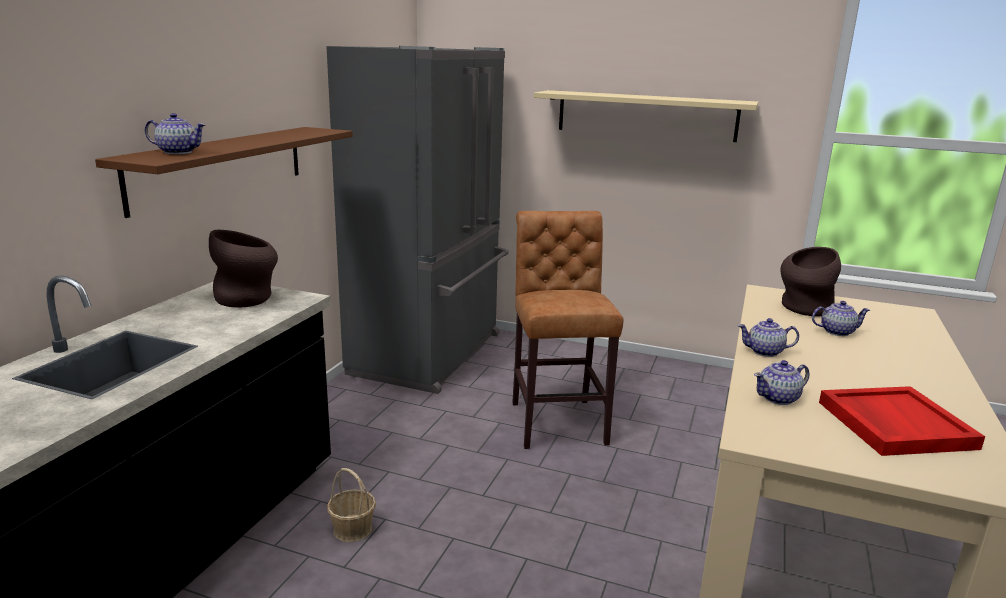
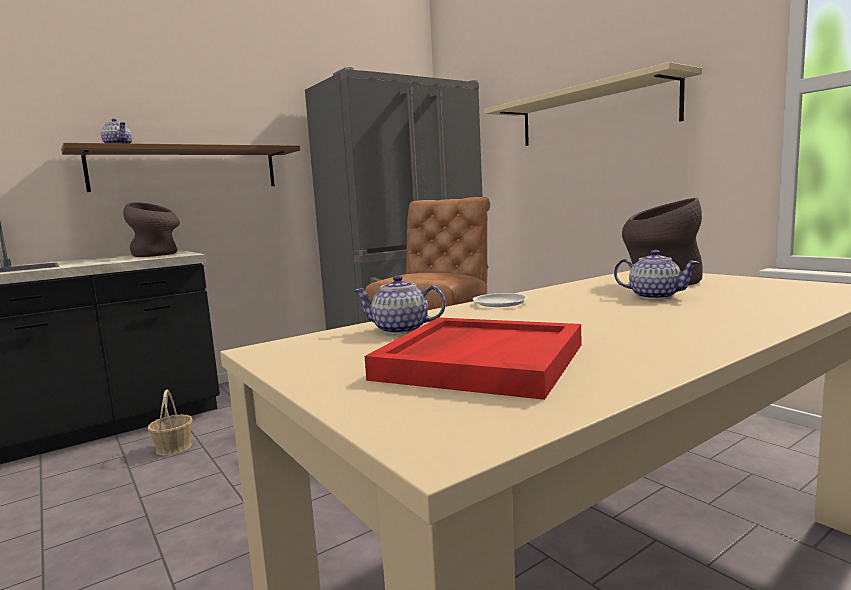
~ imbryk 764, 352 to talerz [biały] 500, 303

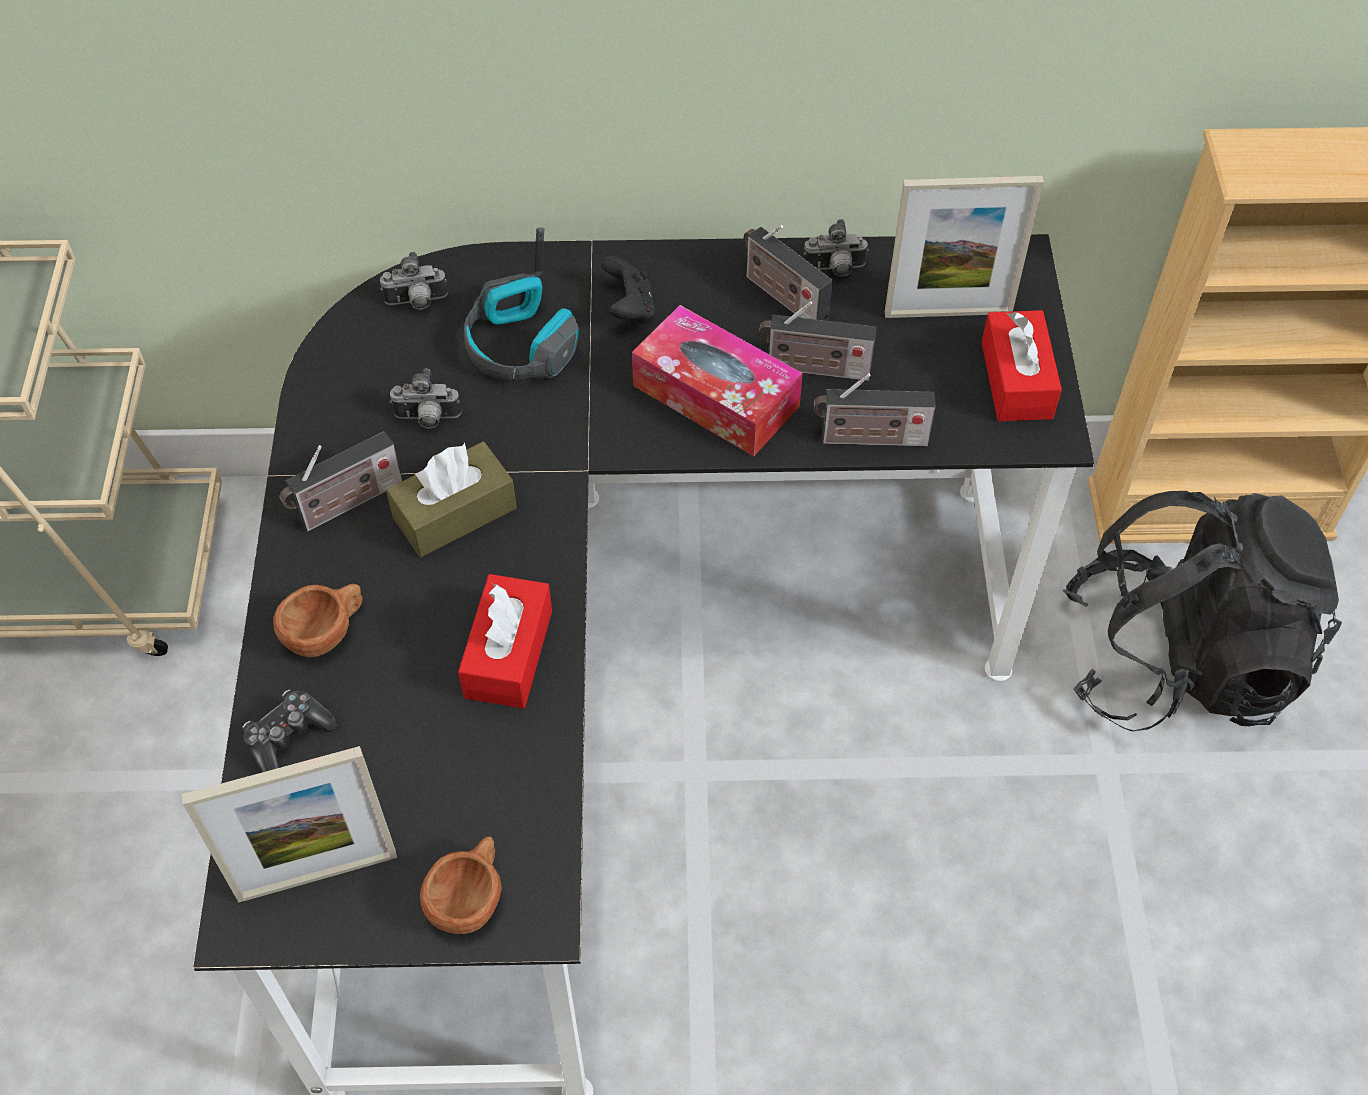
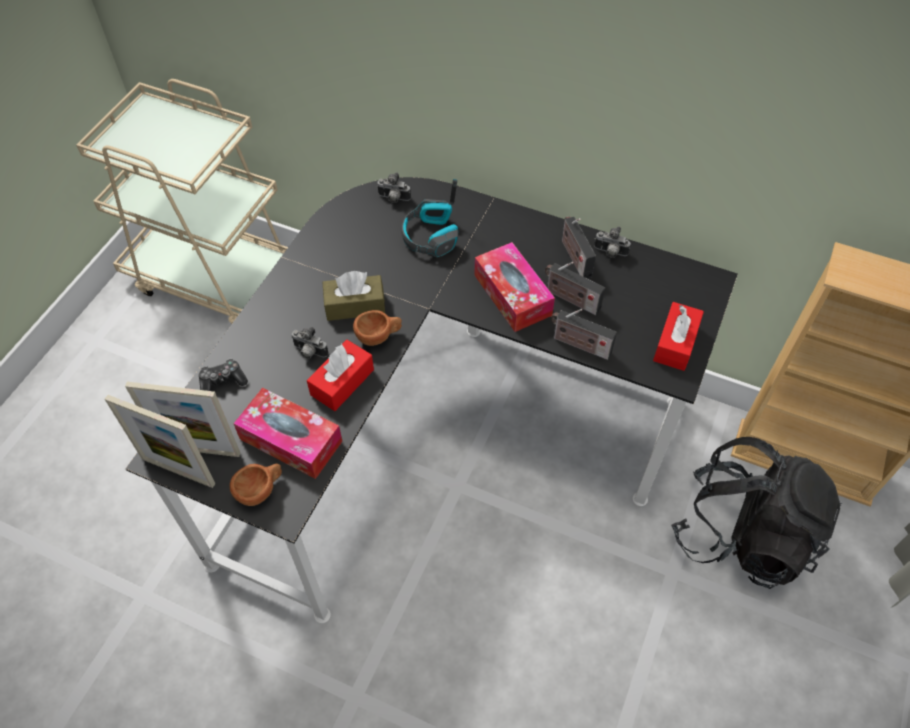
~ ramka na zdjęcie 948, 312 to 178, 471
+ pudełko chusteczek 291, 440
~ aparat fotograficzny 427, 419 to 309, 352
~ filiżanka [brązowy] 327, 632 to 379, 336
- radio 346, 504
- pad do gier [czarny] 629, 308

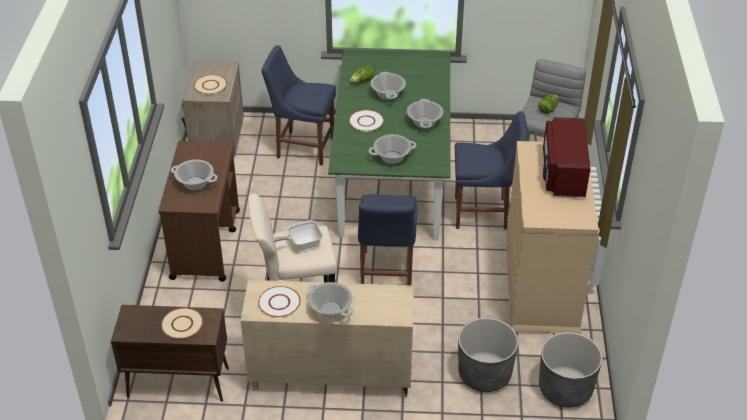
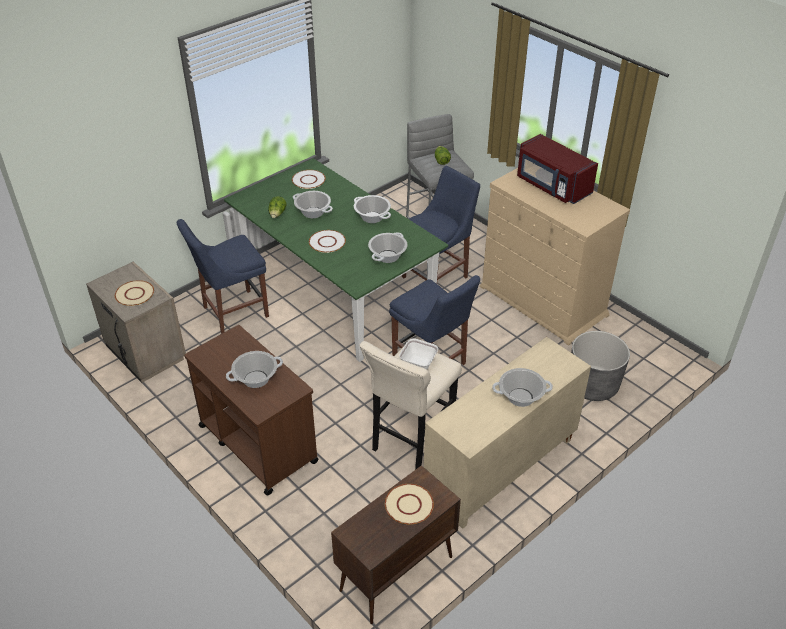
~ talerz [biały] 279, 302 to 308, 180
- donica [szary] 565, 389

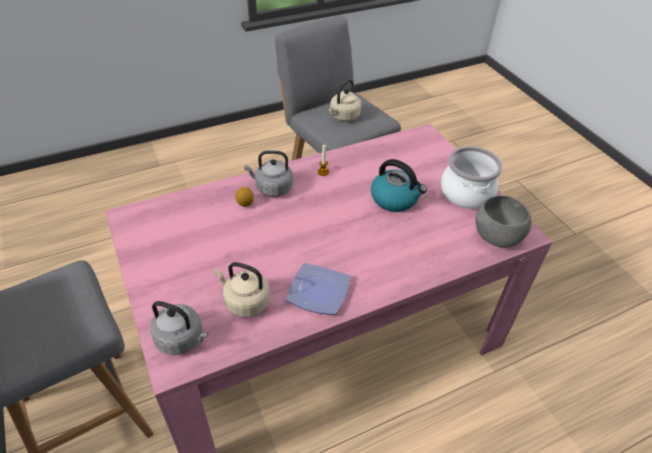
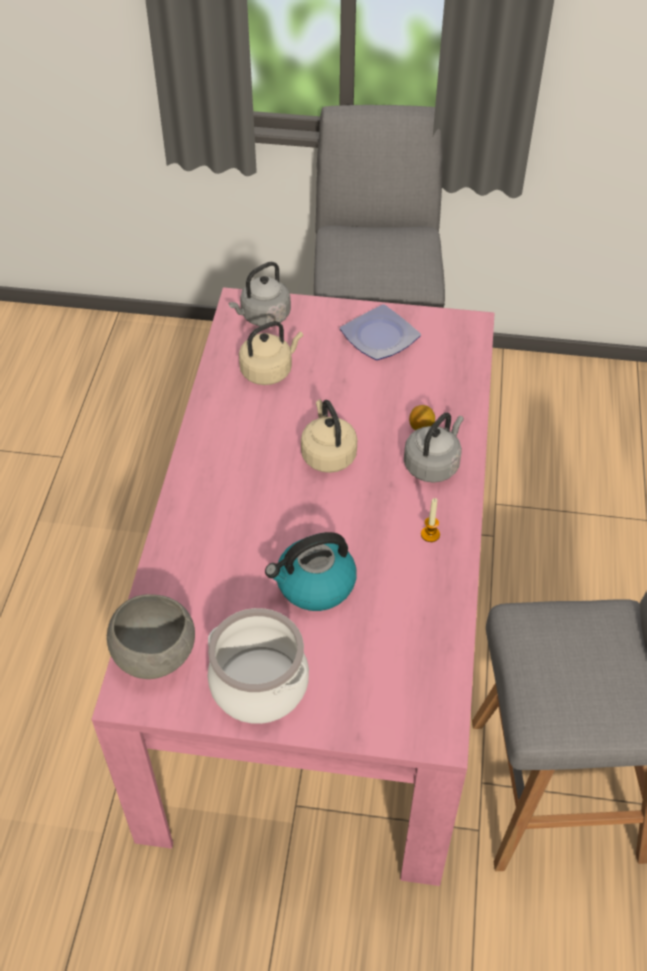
~ czajnik [beżowy] 343, 117 to 327, 454
~ talerz 317, 292 to 380, 336

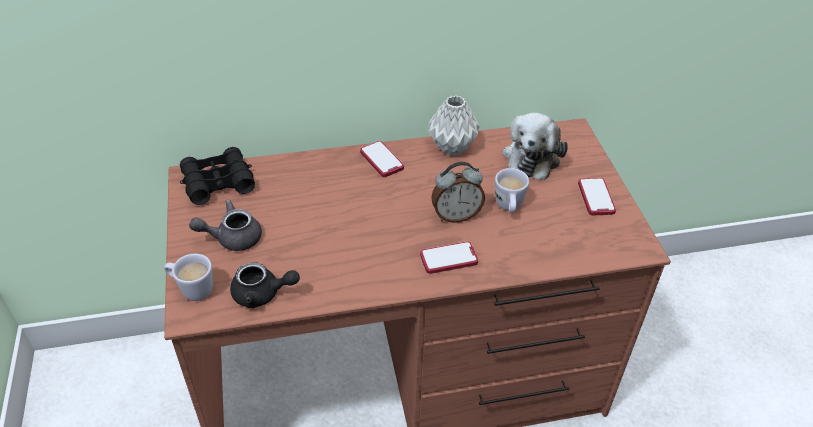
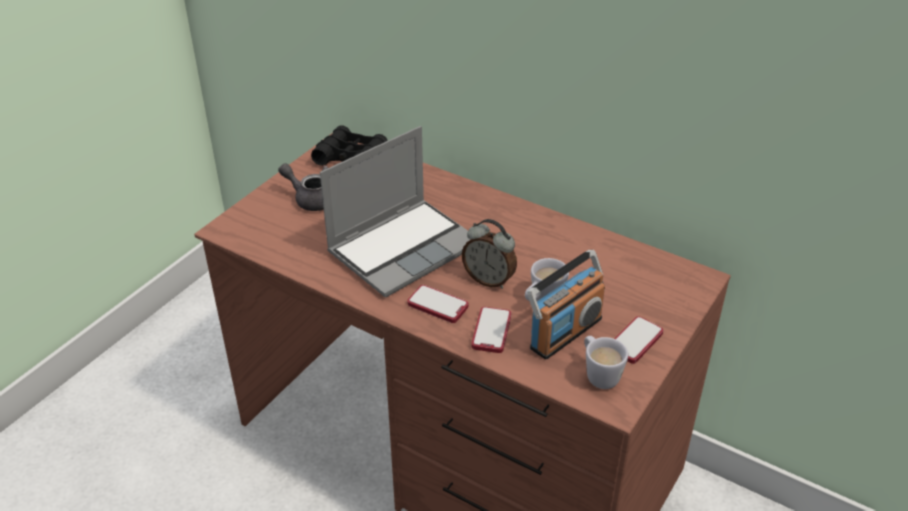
+ laptop 404, 248
~ telefon 381, 160 to 491, 331
+ radio 565, 332
~ kubek [biały] 192, 289 to 599, 374
- imbryk [czarny] 262, 294
- wazon [szary] 452, 147
- pluszak 532, 156

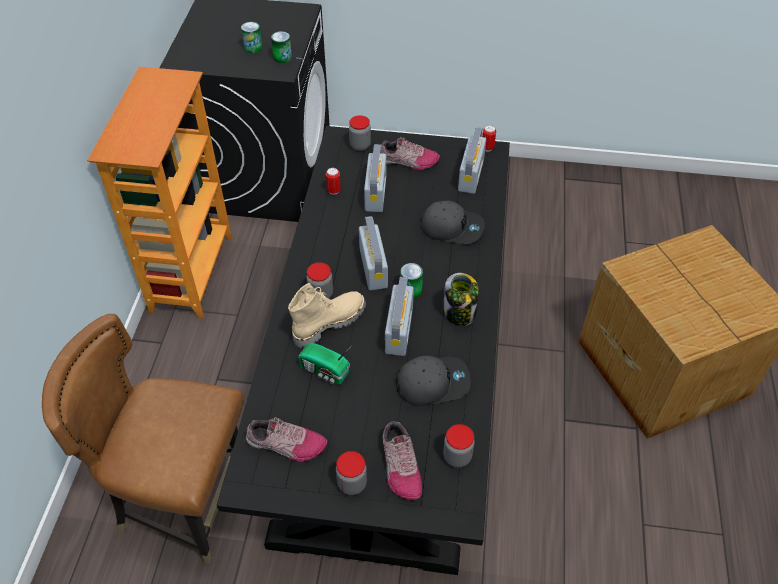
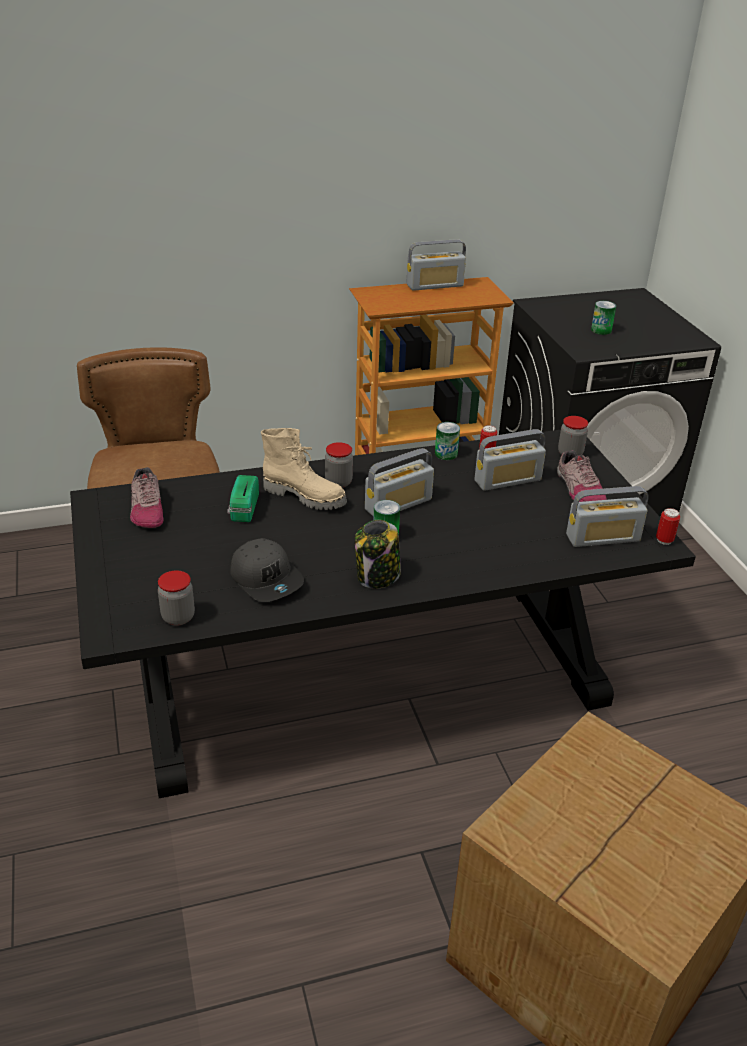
~ radio 399, 330 to 435, 285
~ puszka 282, 57 to 446, 454
- słoik 352, 484
- but 400, 466
- czapka z daszkiem [szary] 452, 227

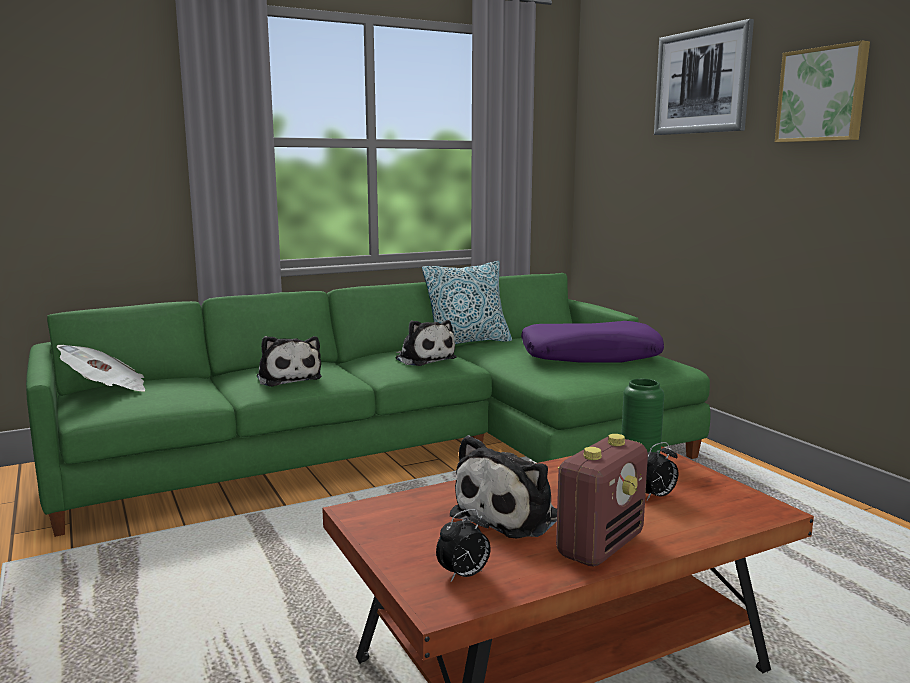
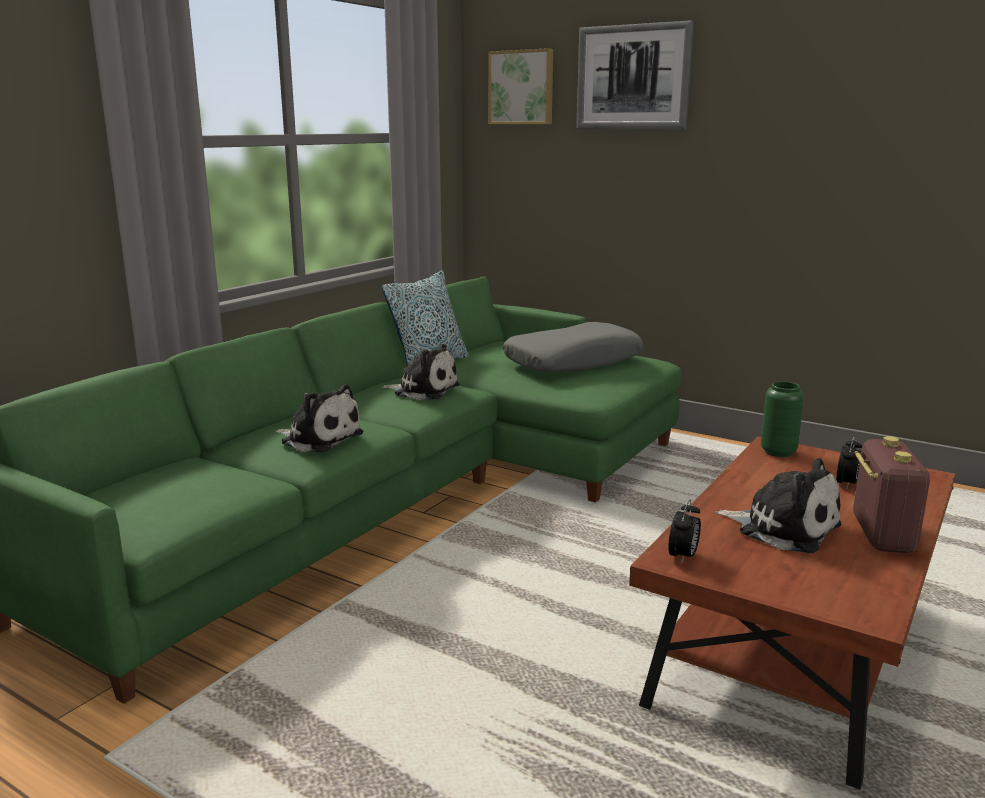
~ obraz 823, 95 to 522, 87
~ poduszka [fioletowy] 590, 356 to poduszka [szary] 573, 362
~ budzik 464, 575 to 683, 557
~ pluszak 511, 515 = 783, 528 60 degrees counterclockwise
- gazeta 107, 389

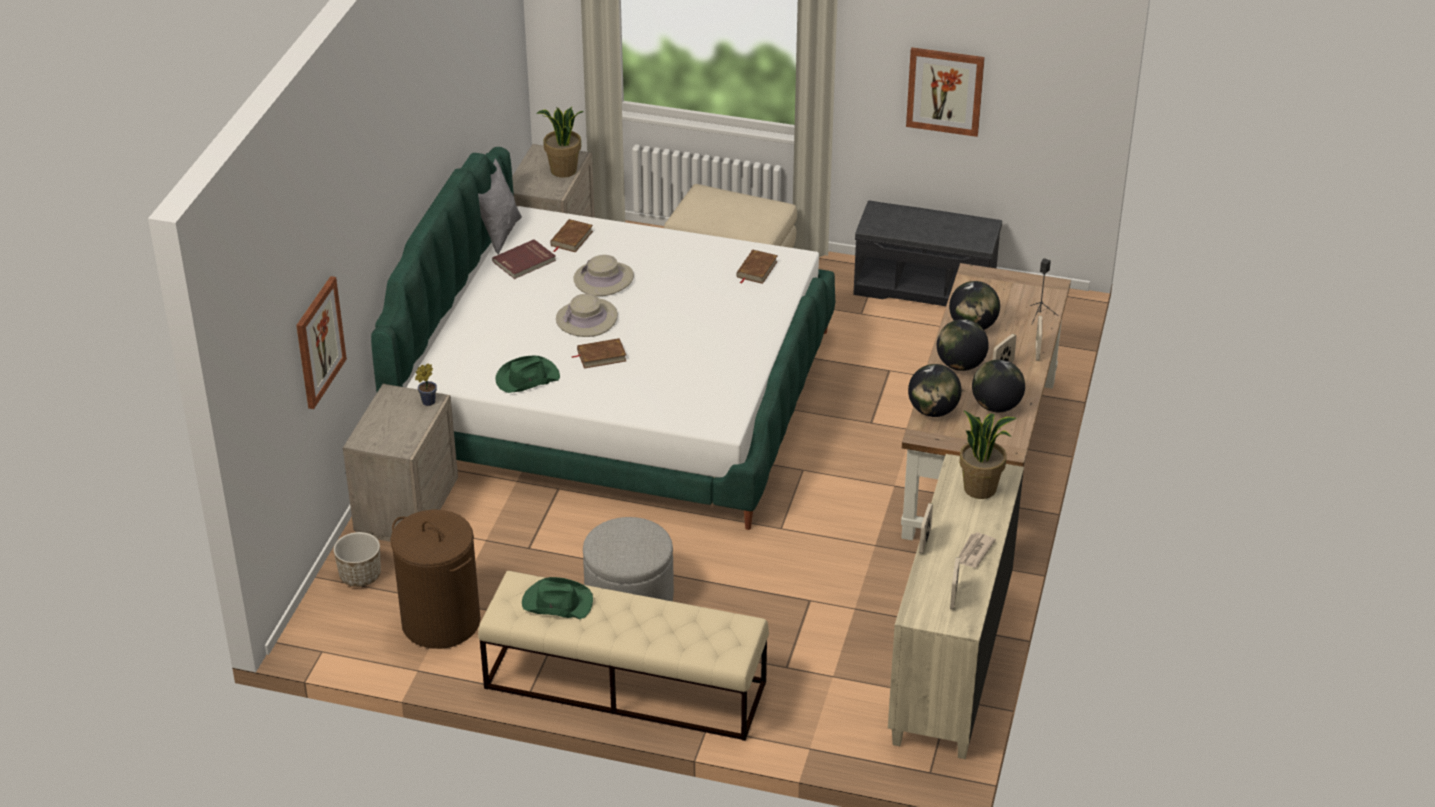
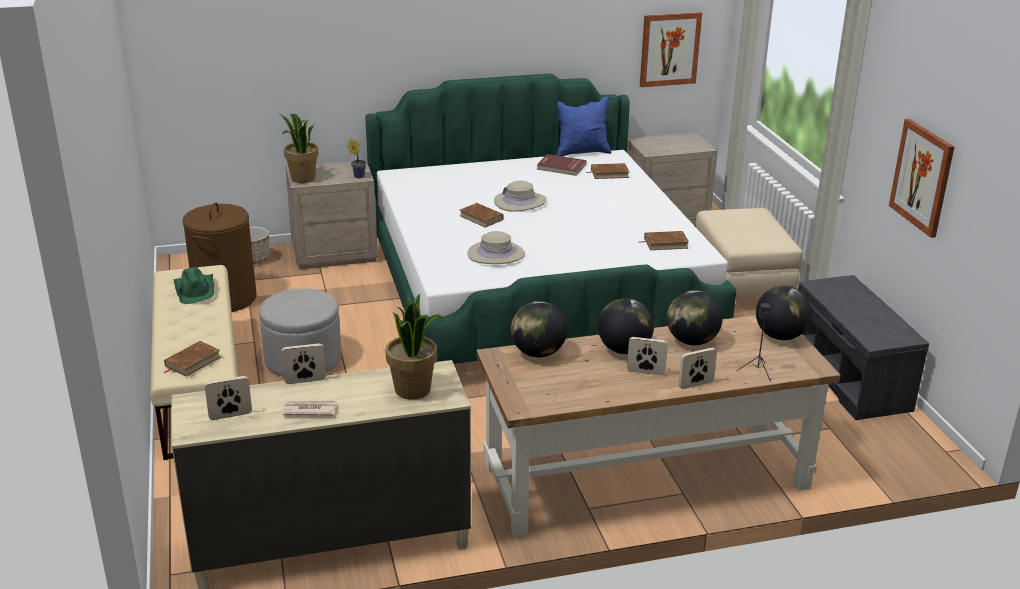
+ książka [brązowy] 192, 362
~ roślina doniczkowa 563, 171 to 302, 178
~ kapelusz [beżowy] 603, 279 to 496, 254
~ poduszka [szary] 499, 234 to poduszka [niebieski] 581, 152
~ obraz 319, 342 to 669, 49
~ globus 996, 406 to 780, 336
- kapelusz [zielony] 526, 378

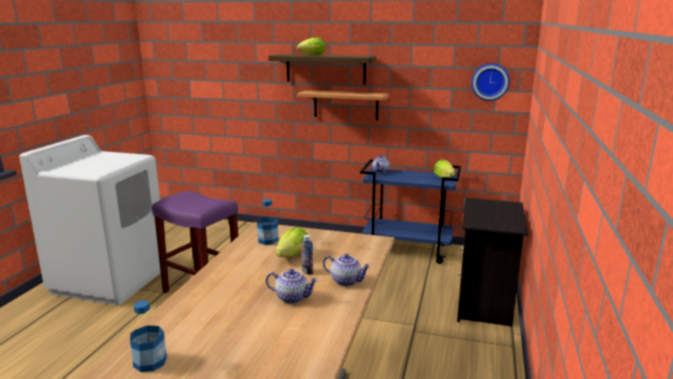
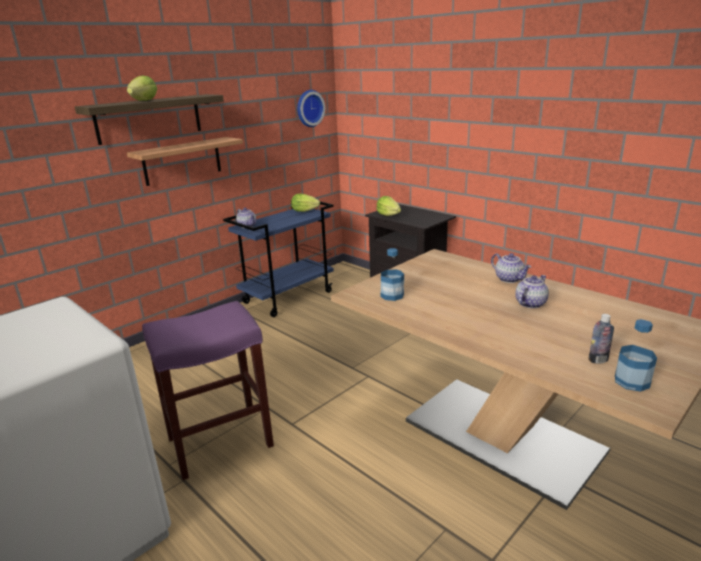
~ sałata 293, 255 to 388, 215
~ imbryk 346, 281 = 509, 279 90 degrees clockwise
~ butelka 307, 271 to 598, 360

